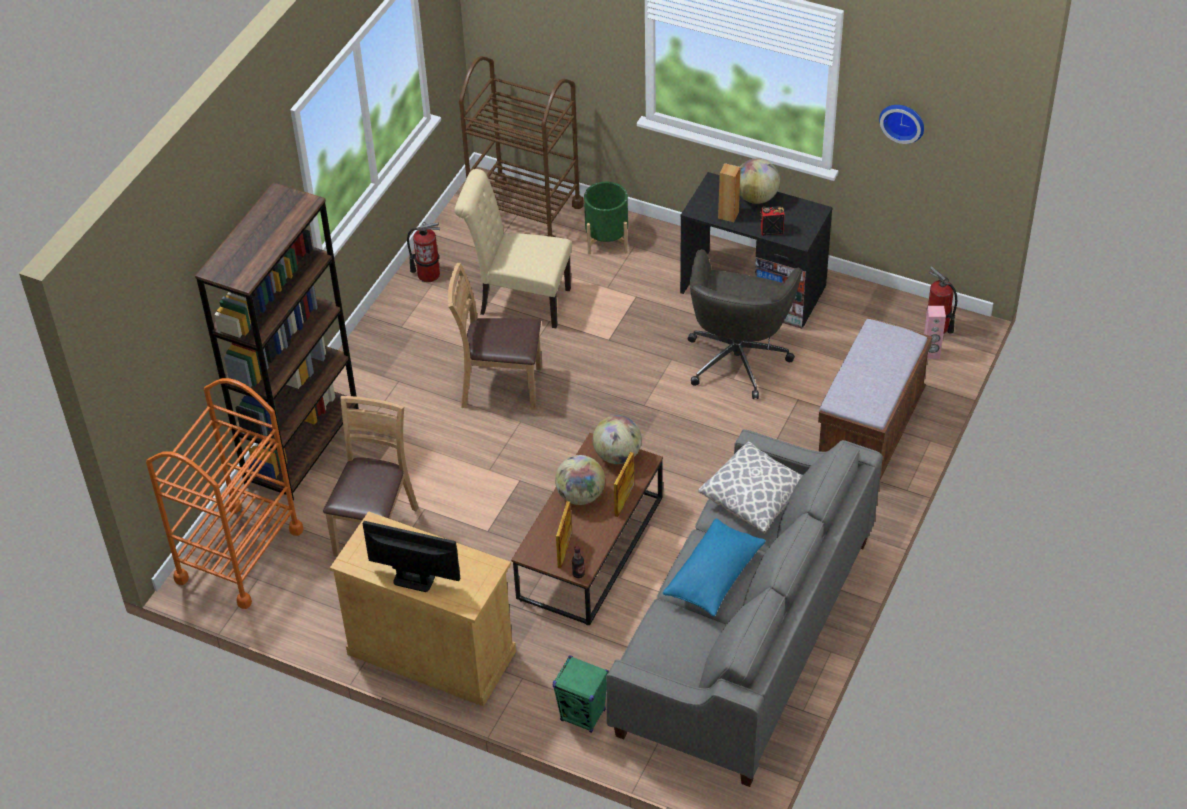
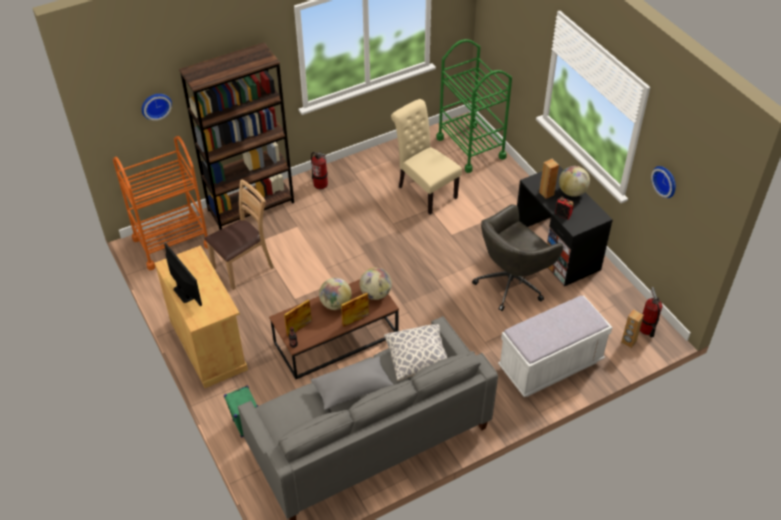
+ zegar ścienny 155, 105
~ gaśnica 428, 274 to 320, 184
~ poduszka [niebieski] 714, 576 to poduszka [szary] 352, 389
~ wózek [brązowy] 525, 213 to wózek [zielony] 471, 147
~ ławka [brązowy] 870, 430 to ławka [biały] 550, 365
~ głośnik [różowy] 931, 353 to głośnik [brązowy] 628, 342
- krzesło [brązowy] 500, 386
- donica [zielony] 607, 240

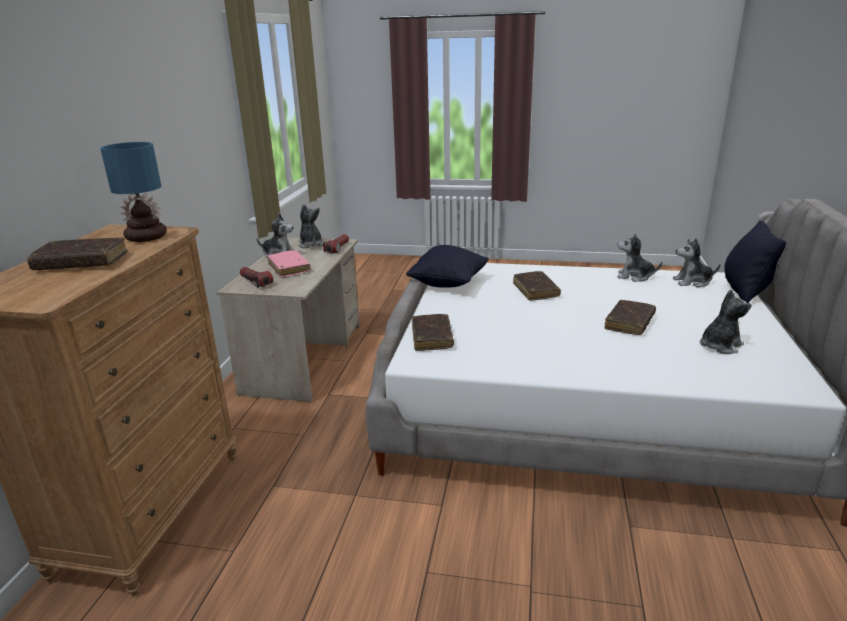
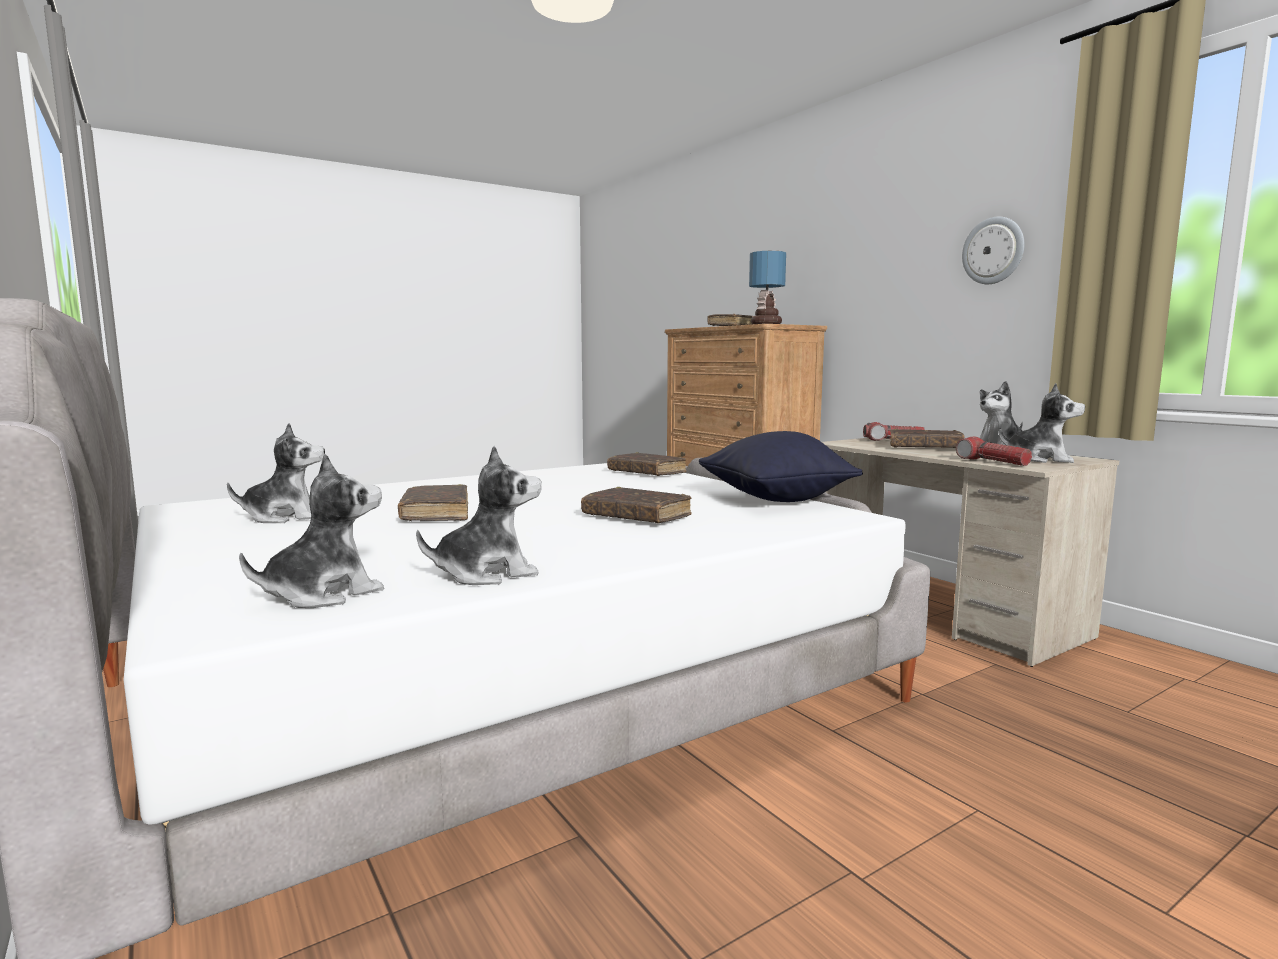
~ pluszak 719, 346 = 285, 517 120 degrees counterclockwise
~ książka [różowy] 289, 268 to książka [brązowy] 925, 447
+ zegar ścienny 993, 251
- poduszka [czarny] 745, 291

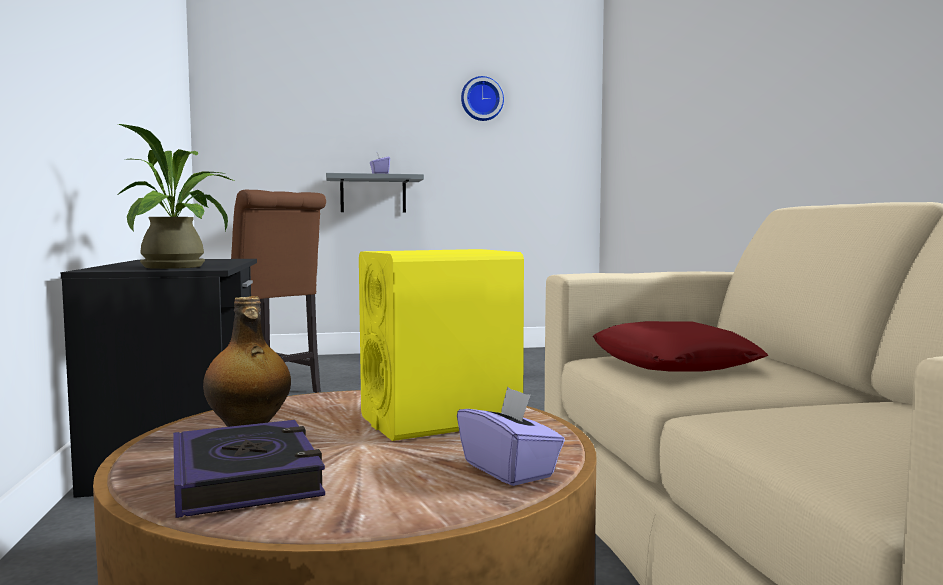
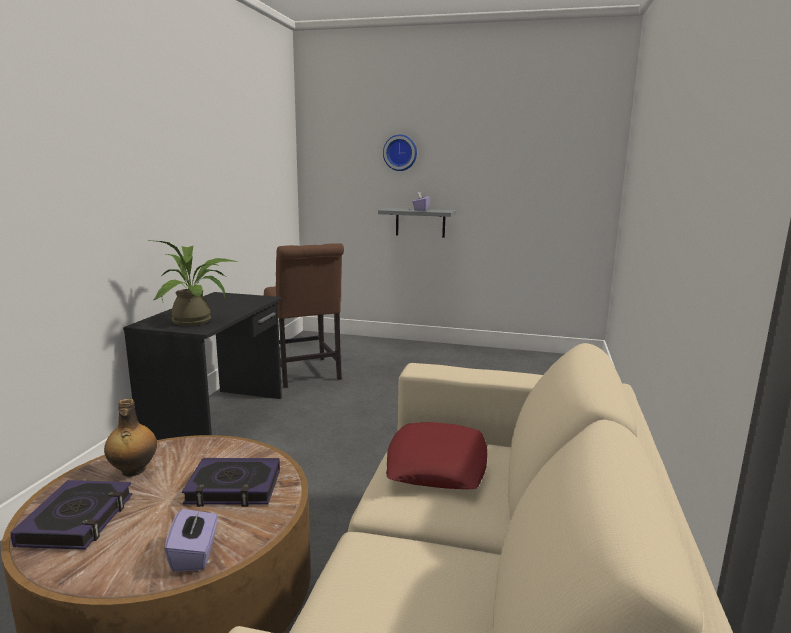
~ głośnik [żółty] 441, 420 to książka 234, 488
~ zegar ścienny 481, 99 to 400, 153

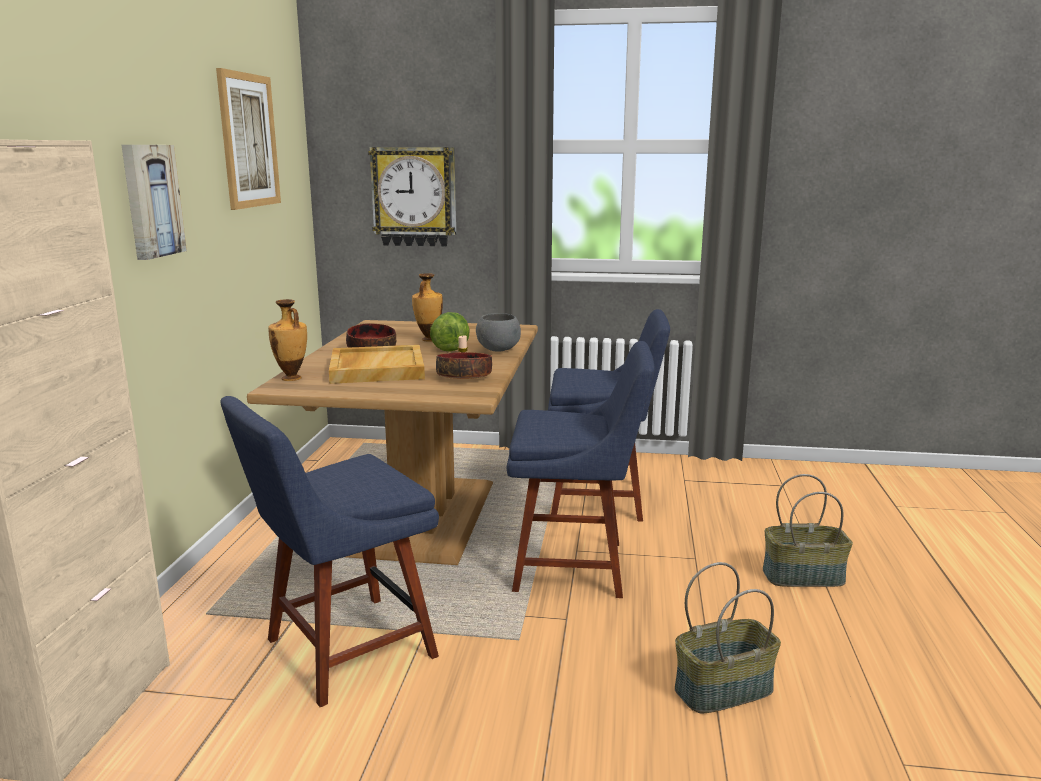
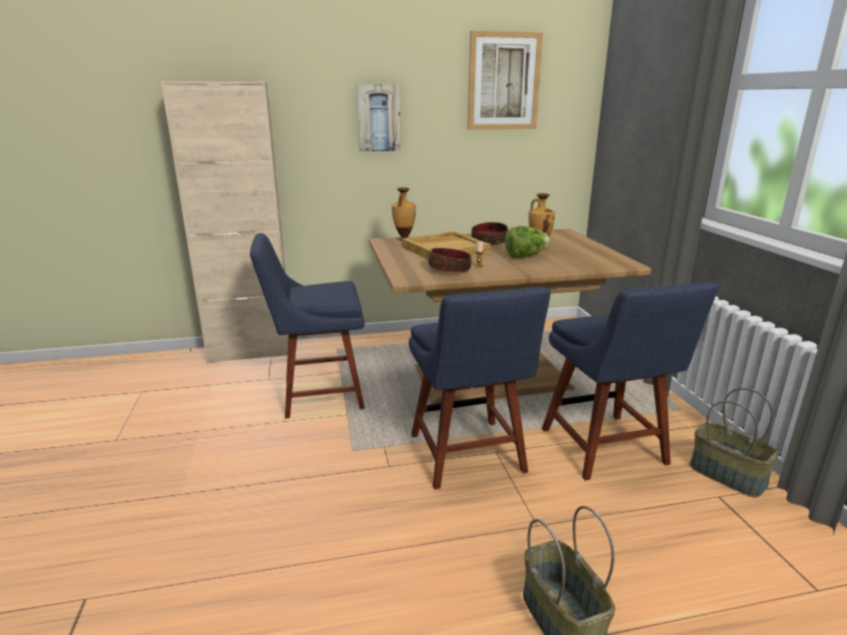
~ krzesło [niebieski] 342, 651 = 317, 394 45 degrees counterclockwise
~ koszyk 723, 688 to 728, 475
- zegar ścienny 414, 197
- miska [szary] 498, 350

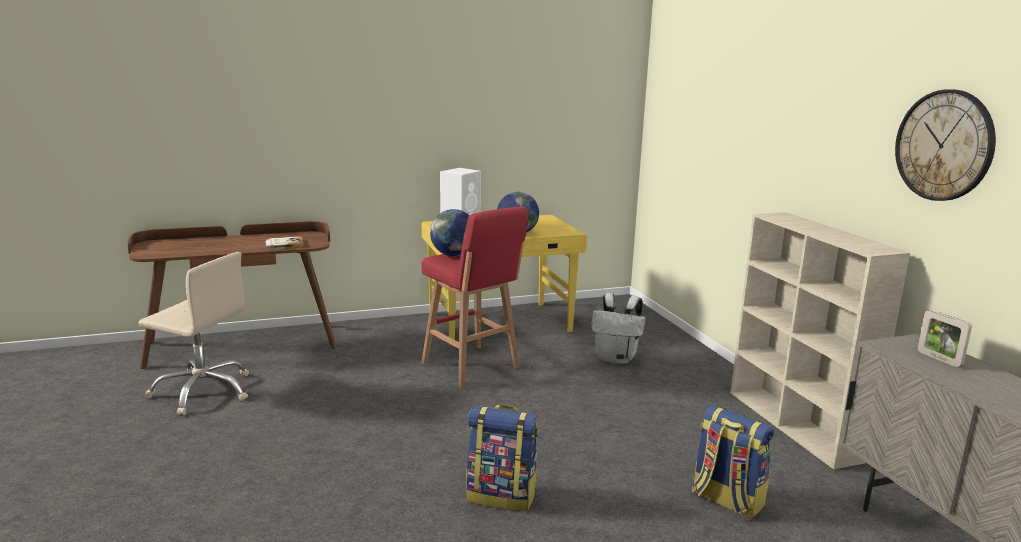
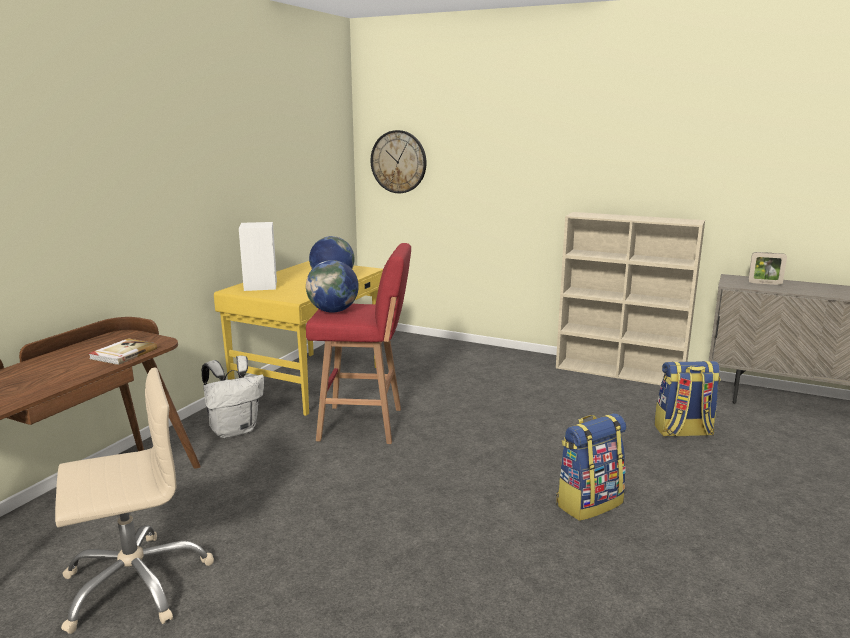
~ plecak [biały] 616, 359 to 235, 430
~ zegar ścienny 944, 145 to 398, 162

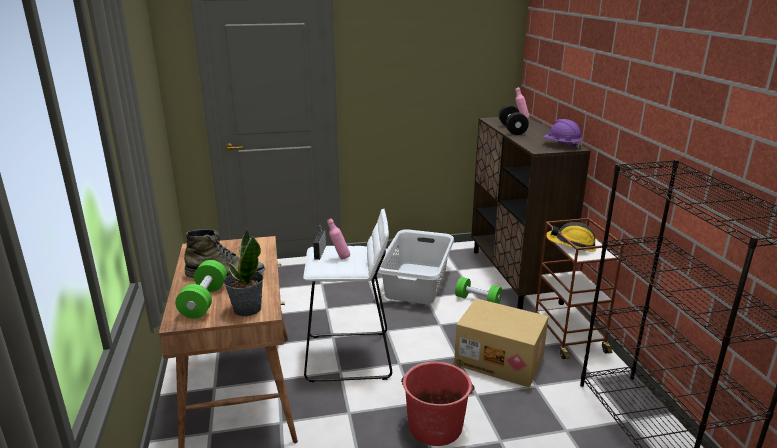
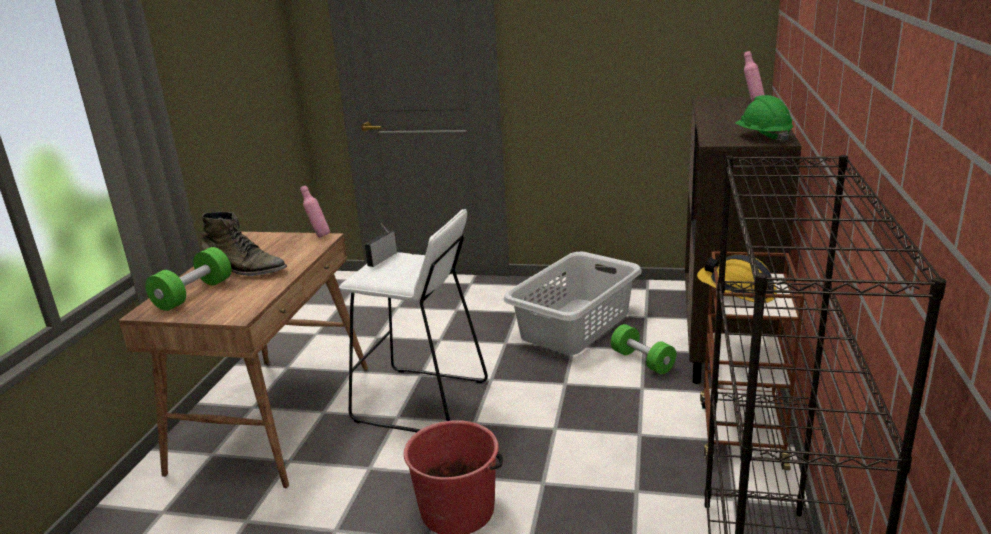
~ butelka [różowy] 339, 258 to 319, 236
~ kask [fioletowy] 561, 145 to kask [zielony] 762, 137
- roślina doniczkowa 247, 309
- karton 500, 360
- hantel [czarny] 512, 129

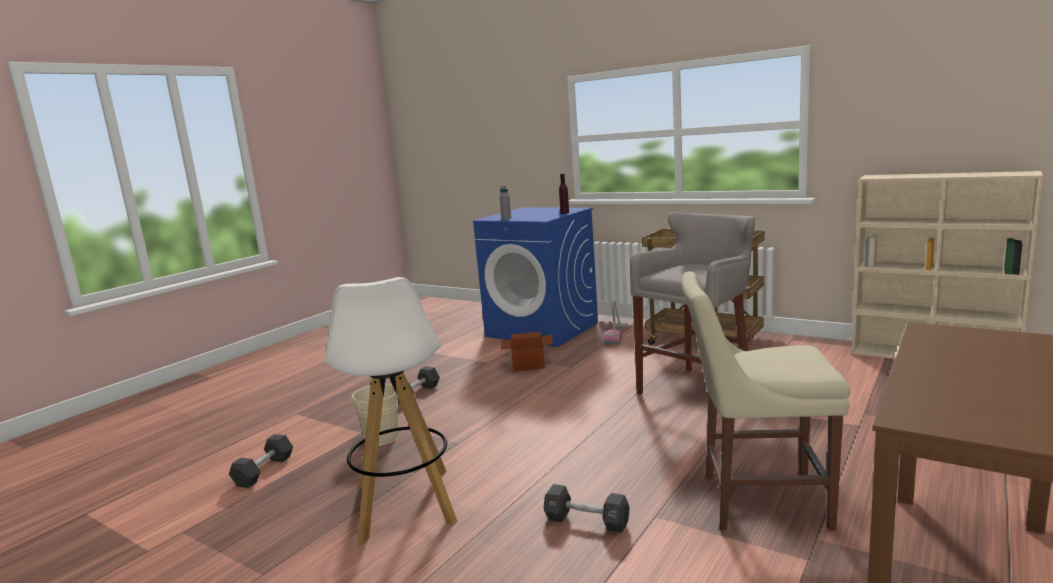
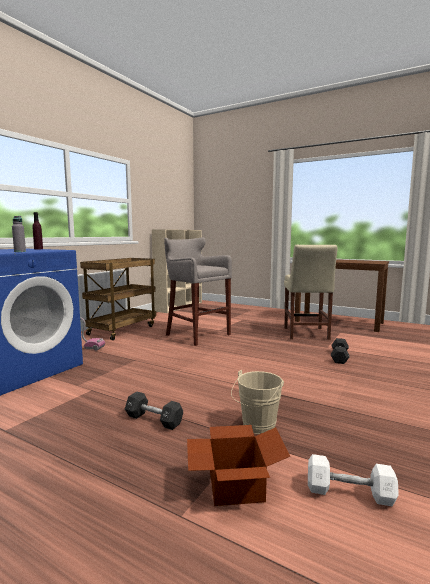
~ karton 529, 364 to 234, 485
~ hantel [czarny] 264, 471 to hantel [biały] 349, 493
- stołek [biały] 405, 505

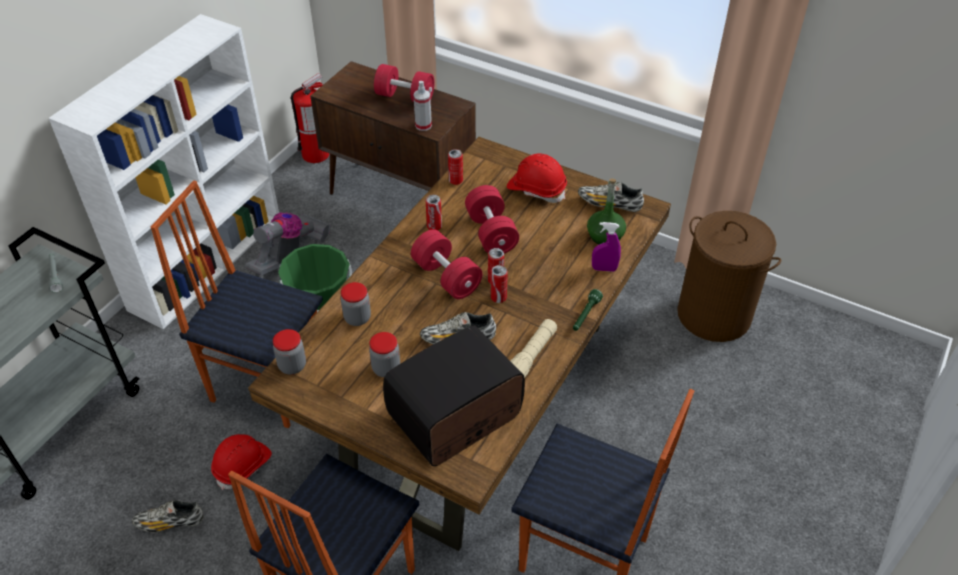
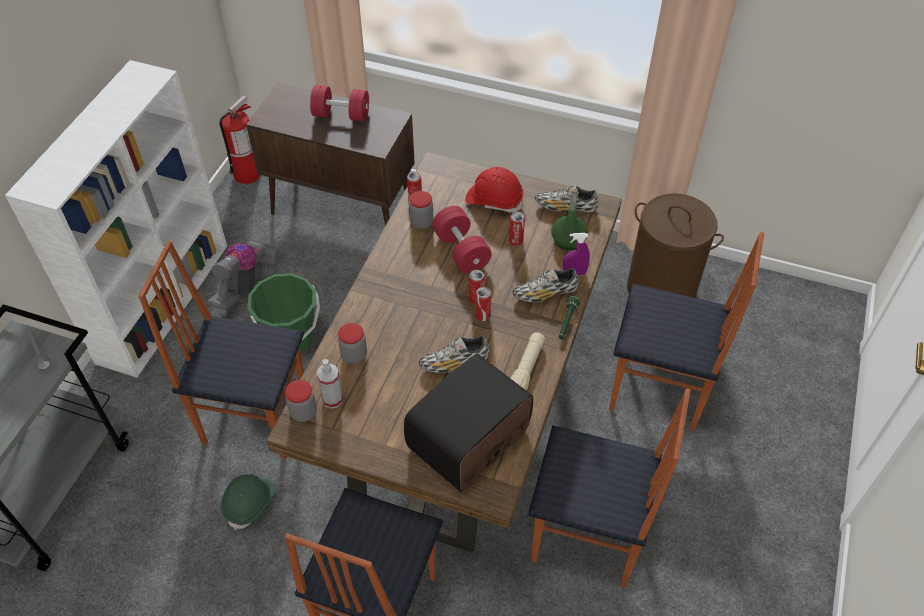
~ kask [czerwony] 243, 466 to kask [zielony] 250, 503
~ spryskiwacz 423, 126 to 332, 399
~ słoik 386, 368 to 421, 222
~ puszka 434, 226 to 515, 240
~ but 170, 522 to 545, 293
+ krzesło 658, 392
- hantel [czerwony] 446, 277

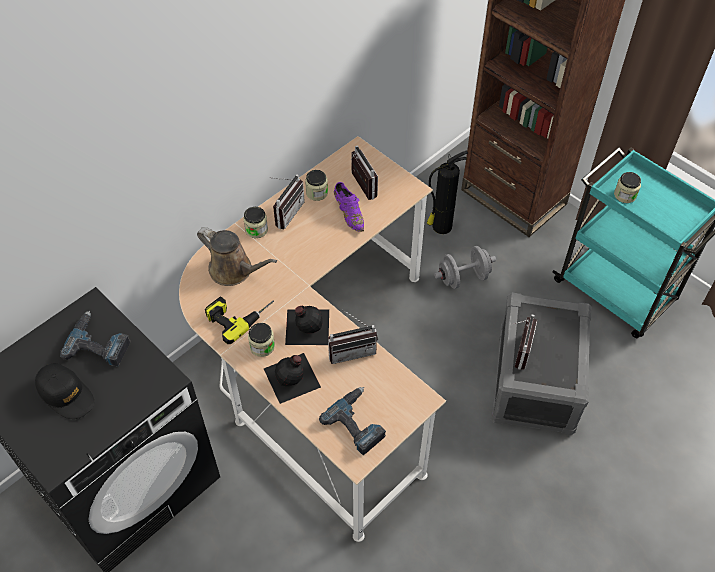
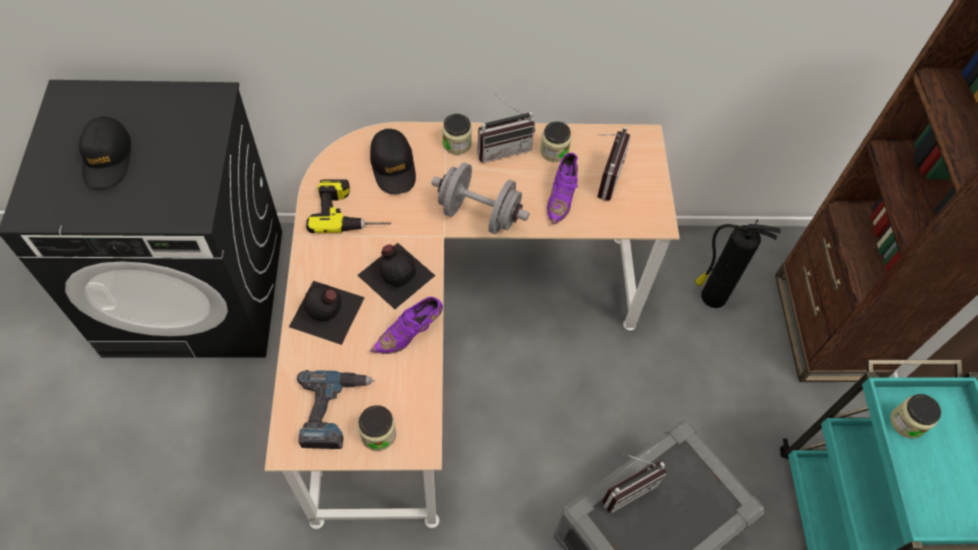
~ słoik 262, 346 to 378, 434
~ konewka [brązowy] 234, 270 to czapka z daszkiem [czarny] 393, 167
~ radio 351, 350 to but [fioletowy] 410, 334
~ hantel [szary] 463, 277 to 479, 214
- wiertarka 99, 343

